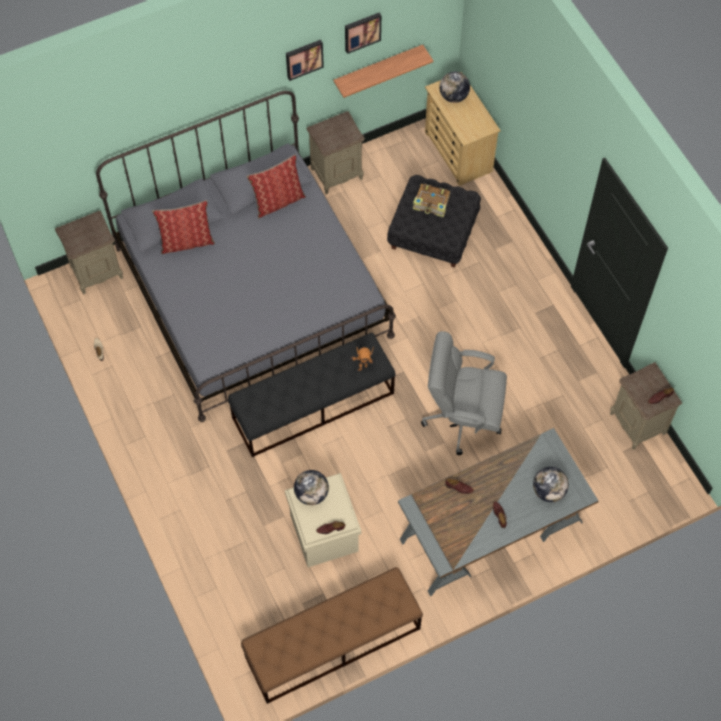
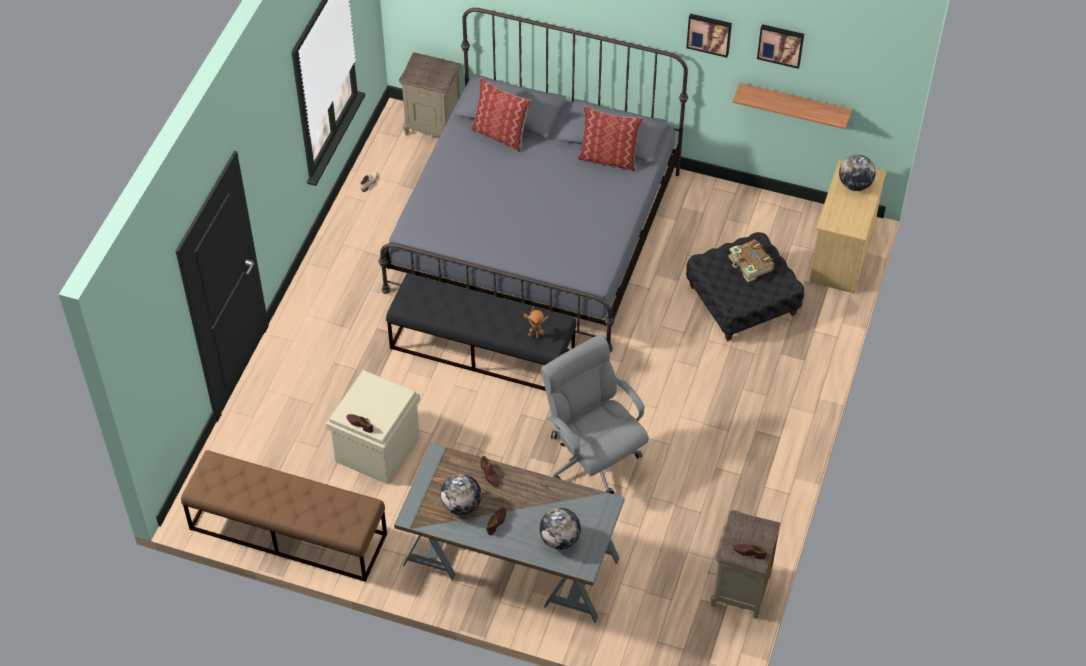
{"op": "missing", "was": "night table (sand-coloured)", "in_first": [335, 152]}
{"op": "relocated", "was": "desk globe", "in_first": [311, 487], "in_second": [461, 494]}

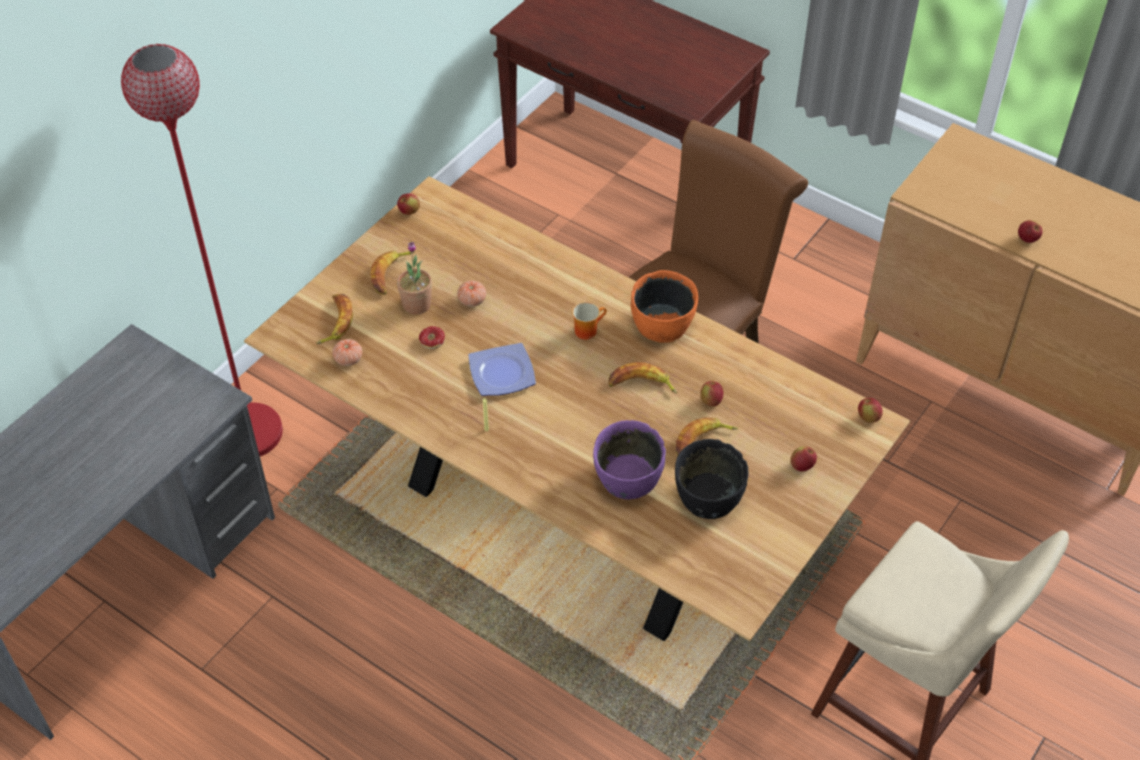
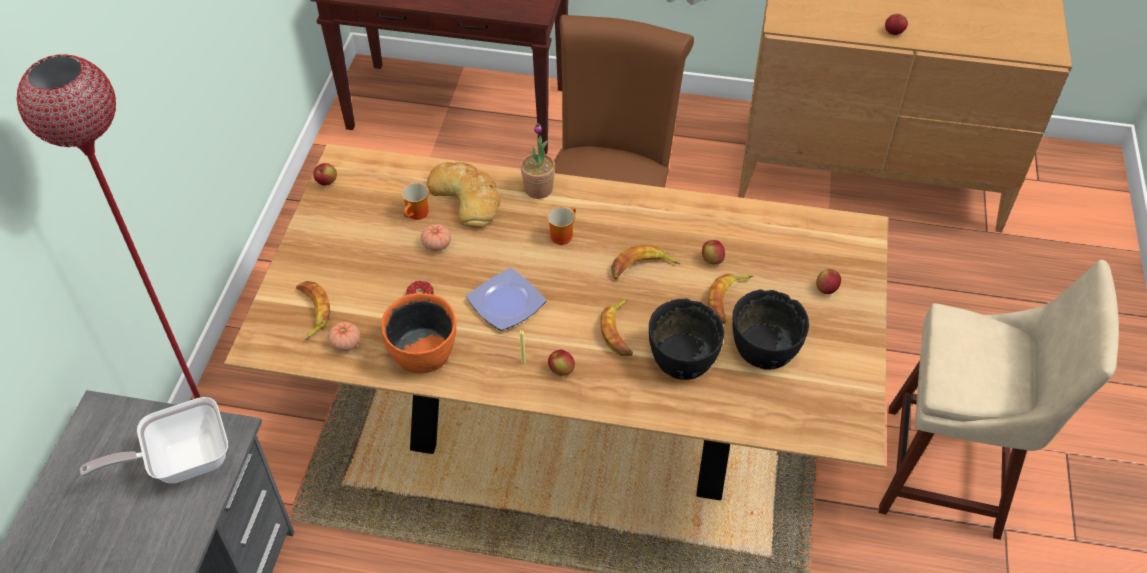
{"op": "relocated", "was": "plant in a pot", "in_first": [414, 278], "in_second": [537, 161]}
{"op": "relocated", "was": "whole banana", "in_first": [392, 273], "in_second": [617, 327]}
{"op": "relocated", "was": "serving bowl (orangey)", "in_first": [664, 306], "in_second": [418, 333]}
{"op": "relocated", "was": "apple fruit", "in_first": [870, 410], "in_second": [561, 363]}
{"op": "colour", "was": "serving bowl (purple-coloured)", "now": "serving bowl (black-coloured)", "in_first": [629, 459], "in_second": [686, 339]}
{"op": "appeared", "now": "bakery bread", "in_second": [464, 195]}
{"op": "appeared", "now": "mug", "in_second": [415, 201]}
{"op": "appeared", "now": "frying pan", "in_second": [154, 440]}

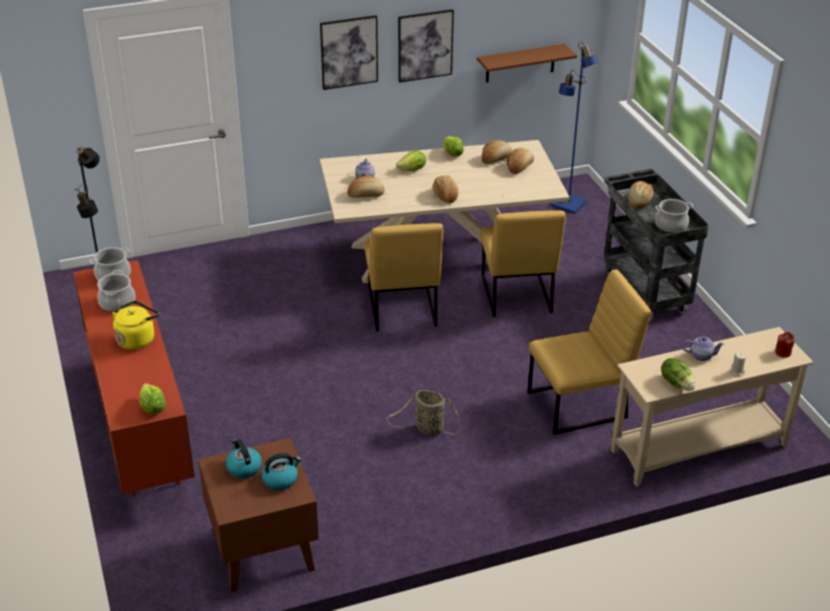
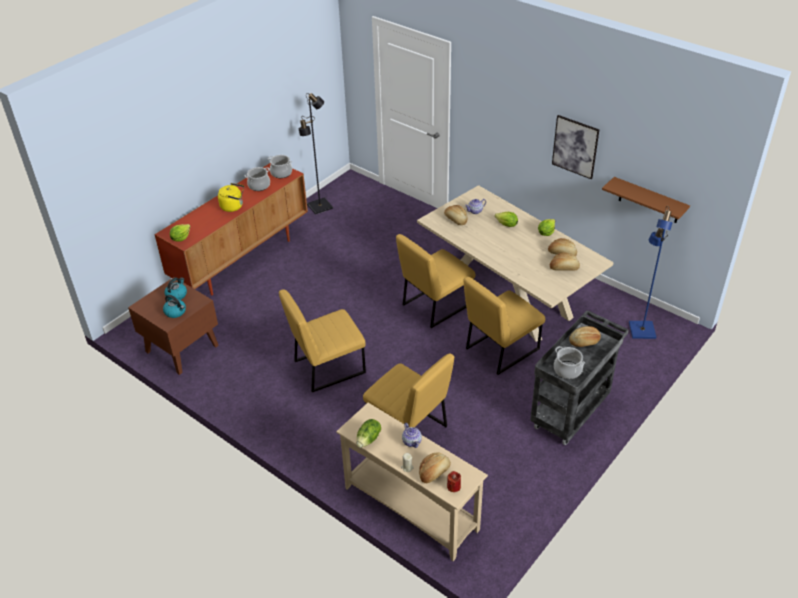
{"op": "missing", "was": "wall art", "in_first": [349, 52]}
{"op": "relocated", "was": "bakery bread", "in_first": [445, 189], "in_second": [435, 467]}
{"op": "exchanged", "was": "household basket", "now": "plain chair (yellow-coloured)", "in_first": [423, 413], "in_second": [322, 340]}

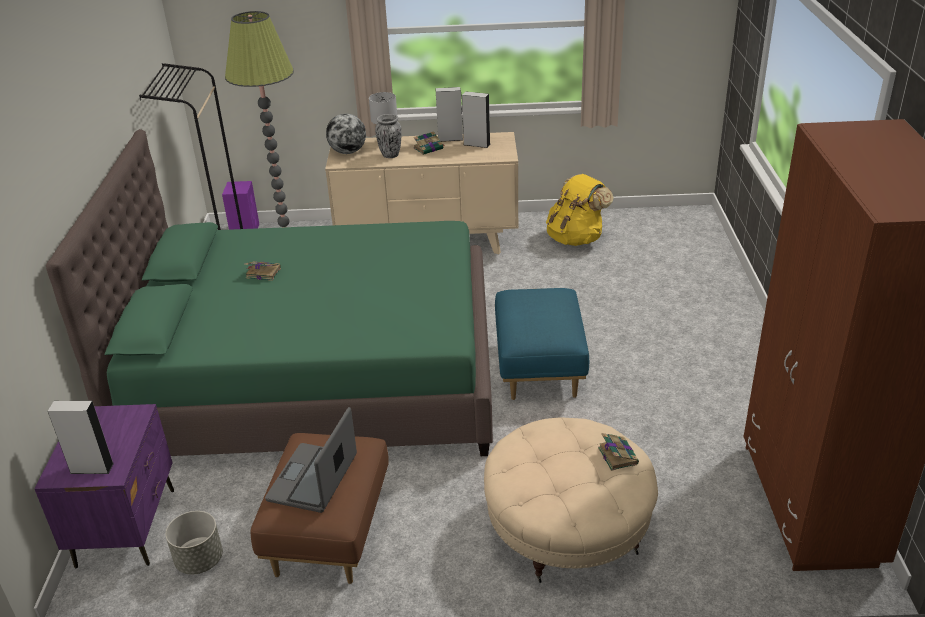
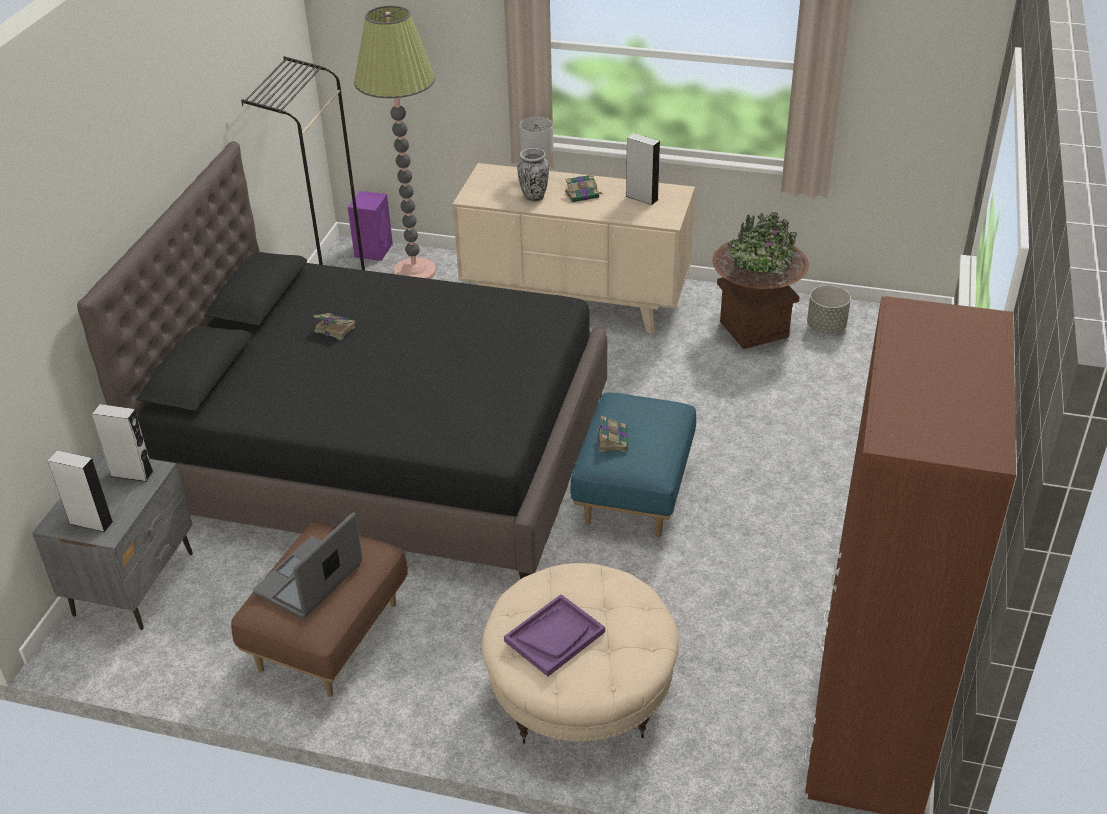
{"op": "relocated", "was": "speaker (grey)", "in_first": [449, 114], "in_second": [123, 443]}
{"op": "missing", "was": "desk globe", "in_first": [346, 133]}
{"op": "colour", "was": "bed (greenish)", "now": "bed (black-coloured)", "in_first": [269, 292], "in_second": [342, 360]}
{"op": "exchanged", "was": "knapsack (yellow-coloured)", "now": "flower pot (brown)", "in_first": [580, 210], "in_second": [760, 280]}
{"op": "colour", "was": "night table (purple-coloured)", "now": "night table (grey)", "in_first": [104, 486], "in_second": [112, 540]}
{"op": "relocated", "was": "bound book", "in_first": [618, 452], "in_second": [612, 434]}
{"op": "relocated", "was": "flower pot (grey)", "in_first": [194, 543], "in_second": [829, 309]}
{"op": "appeared", "now": "carrying tray (purple-coloured)", "in_second": [554, 635]}

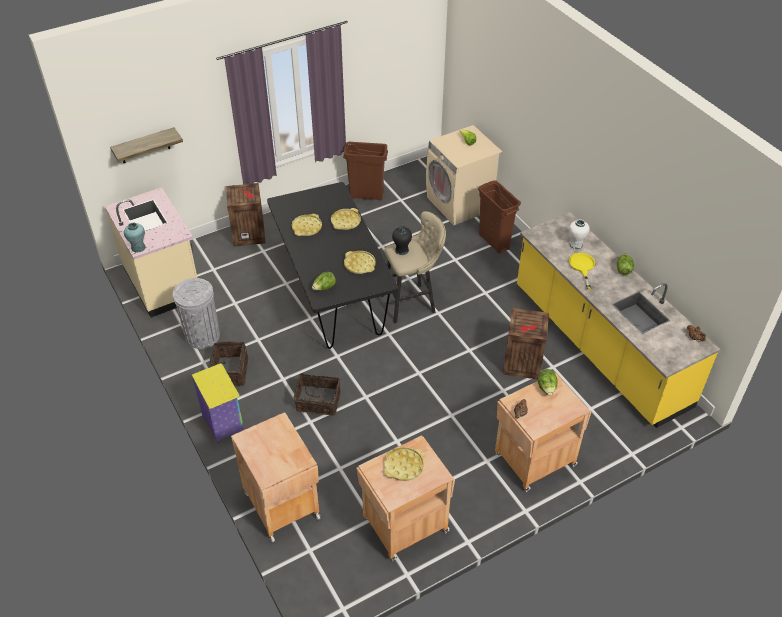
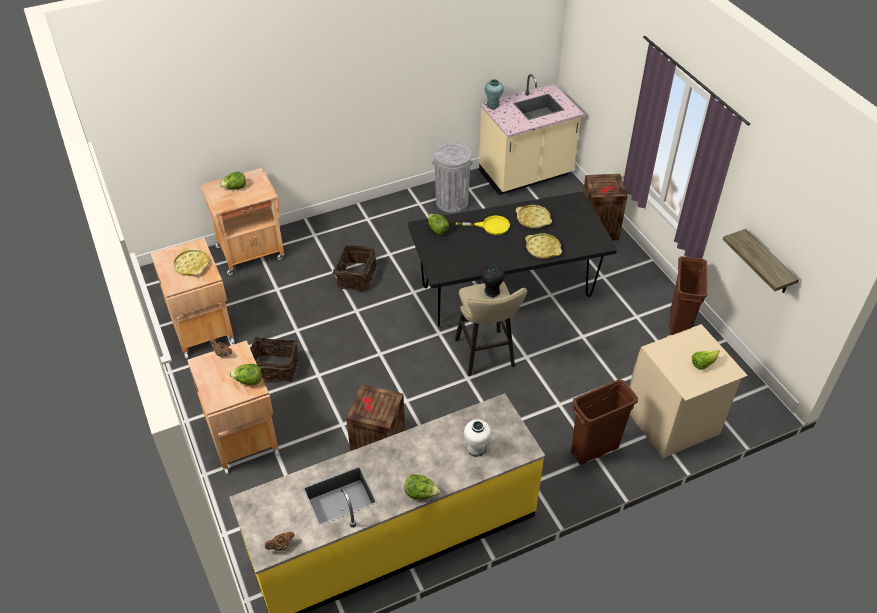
{"op": "relocated", "was": "bracket shelf", "in_first": [146, 145], "in_second": [761, 261]}
{"op": "missing", "was": "carrying tray (yellow-coloured)", "in_first": [360, 262]}
{"op": "relocated", "was": "frying pan (yellow-coloured)", "in_first": [582, 271], "in_second": [483, 225]}
{"op": "relocated", "was": "household basket", "in_first": [225, 364], "in_second": [274, 356]}
{"op": "missing", "was": "night table", "in_first": [217, 404]}
{"op": "appeared", "now": "lettuce head", "in_second": [232, 180]}

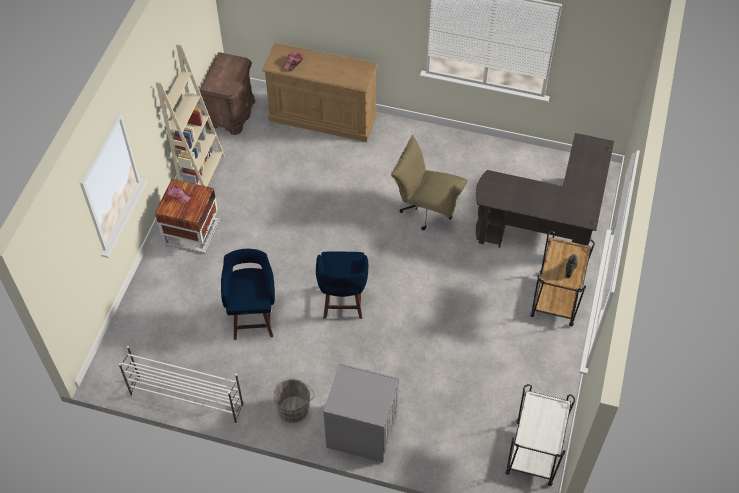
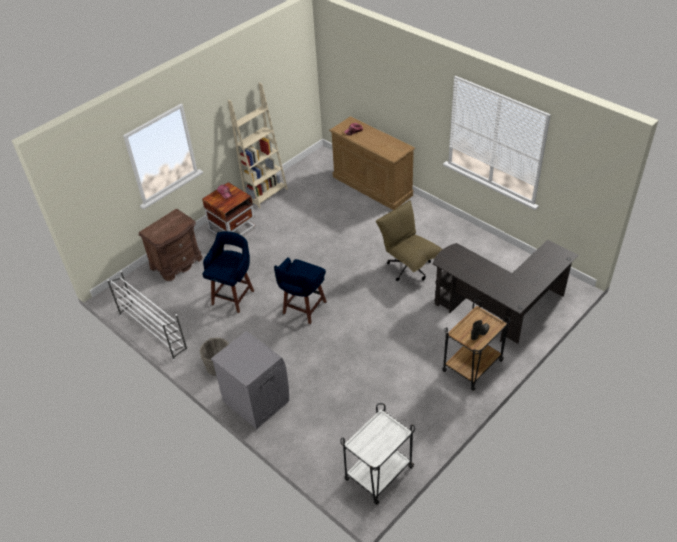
{"op": "relocated", "was": "night table (brown)", "in_first": [227, 93], "in_second": [171, 244]}

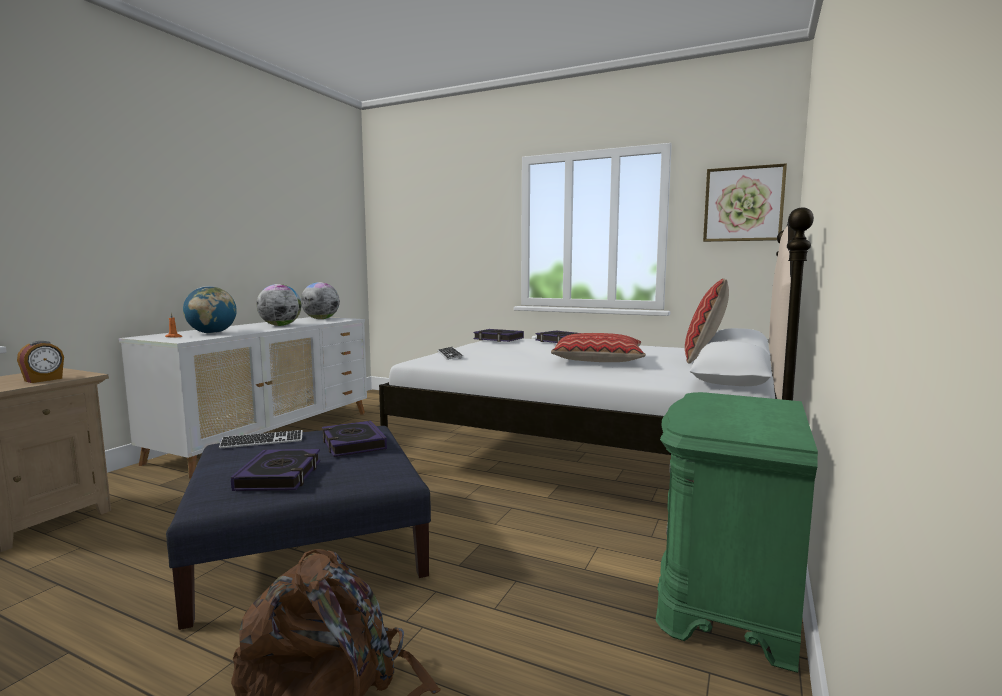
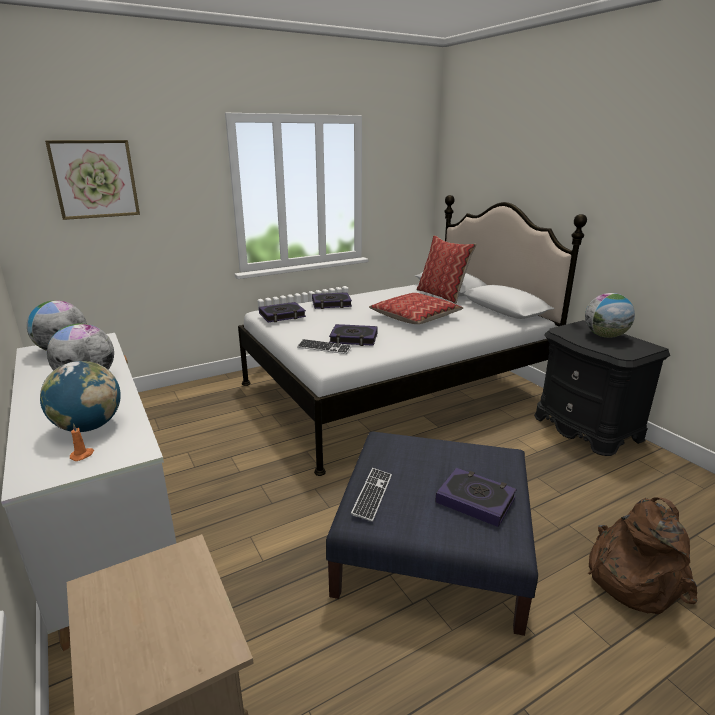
{"op": "relocated", "was": "wall art", "in_first": [745, 202], "in_second": [92, 180]}
{"op": "missing", "was": "table clock", "in_first": [40, 362]}
{"op": "colour", "was": "night table (greenish)", "now": "night table (black-coloured)", "in_first": [737, 532], "in_second": [602, 388]}
{"op": "relocated", "was": "bound book", "in_first": [354, 439], "in_second": [353, 335]}
{"op": "appeared", "now": "desk globe", "in_second": [610, 315]}

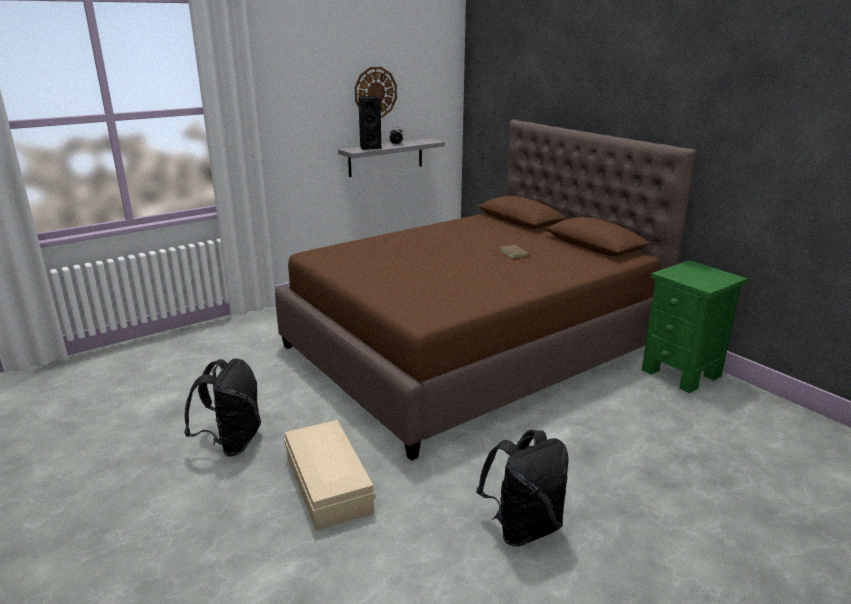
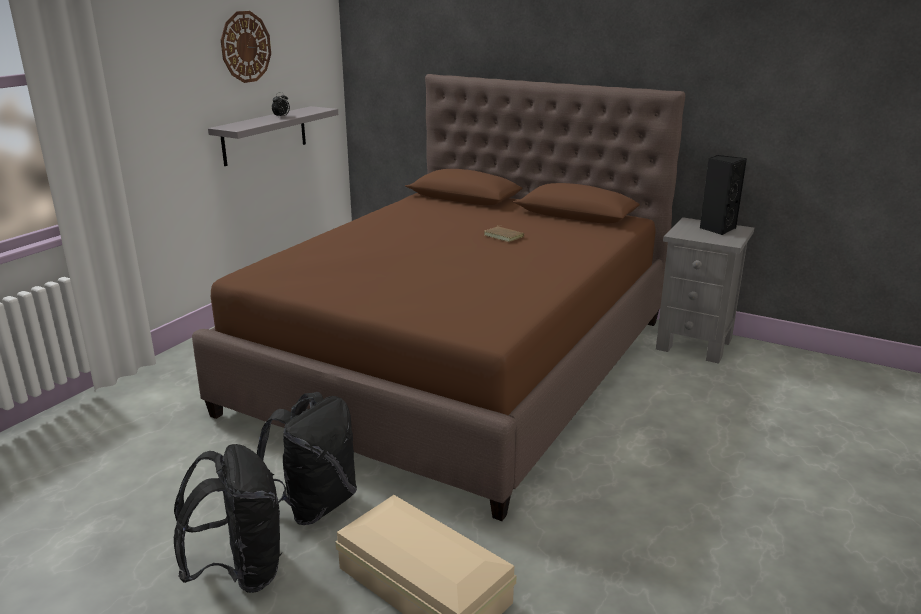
{"op": "relocated", "was": "speaker (black-coloured)", "in_first": [369, 123], "in_second": [723, 195]}
{"op": "colour", "was": "night table (greenish)", "now": "night table (grey)", "in_first": [695, 326], "in_second": [705, 290]}
{"op": "relocated", "was": "knapsack (black-coloured)", "in_first": [522, 488], "in_second": [307, 458]}

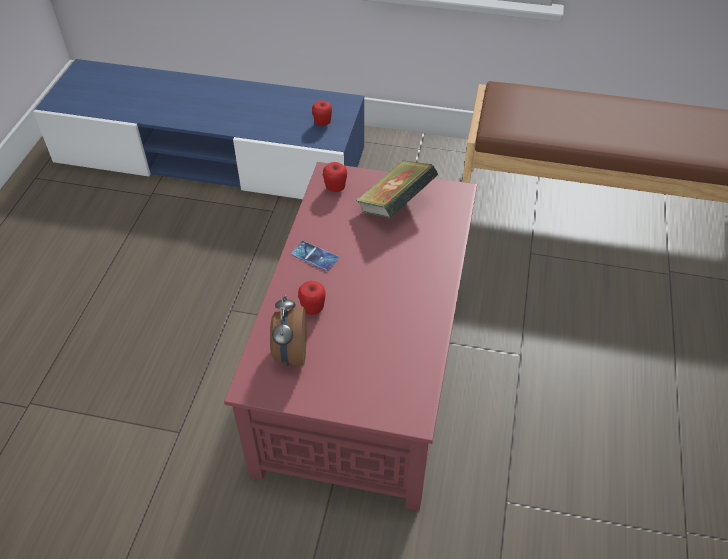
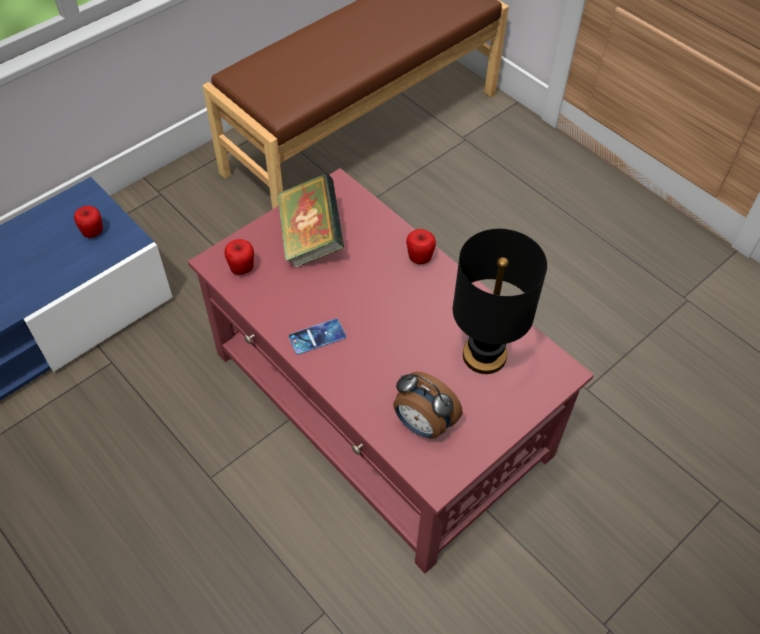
{"op": "relocated", "was": "apple fruit", "in_first": [312, 298], "in_second": [421, 246]}
{"op": "appeared", "now": "table lamp (black-coloured)", "in_second": [500, 301]}

